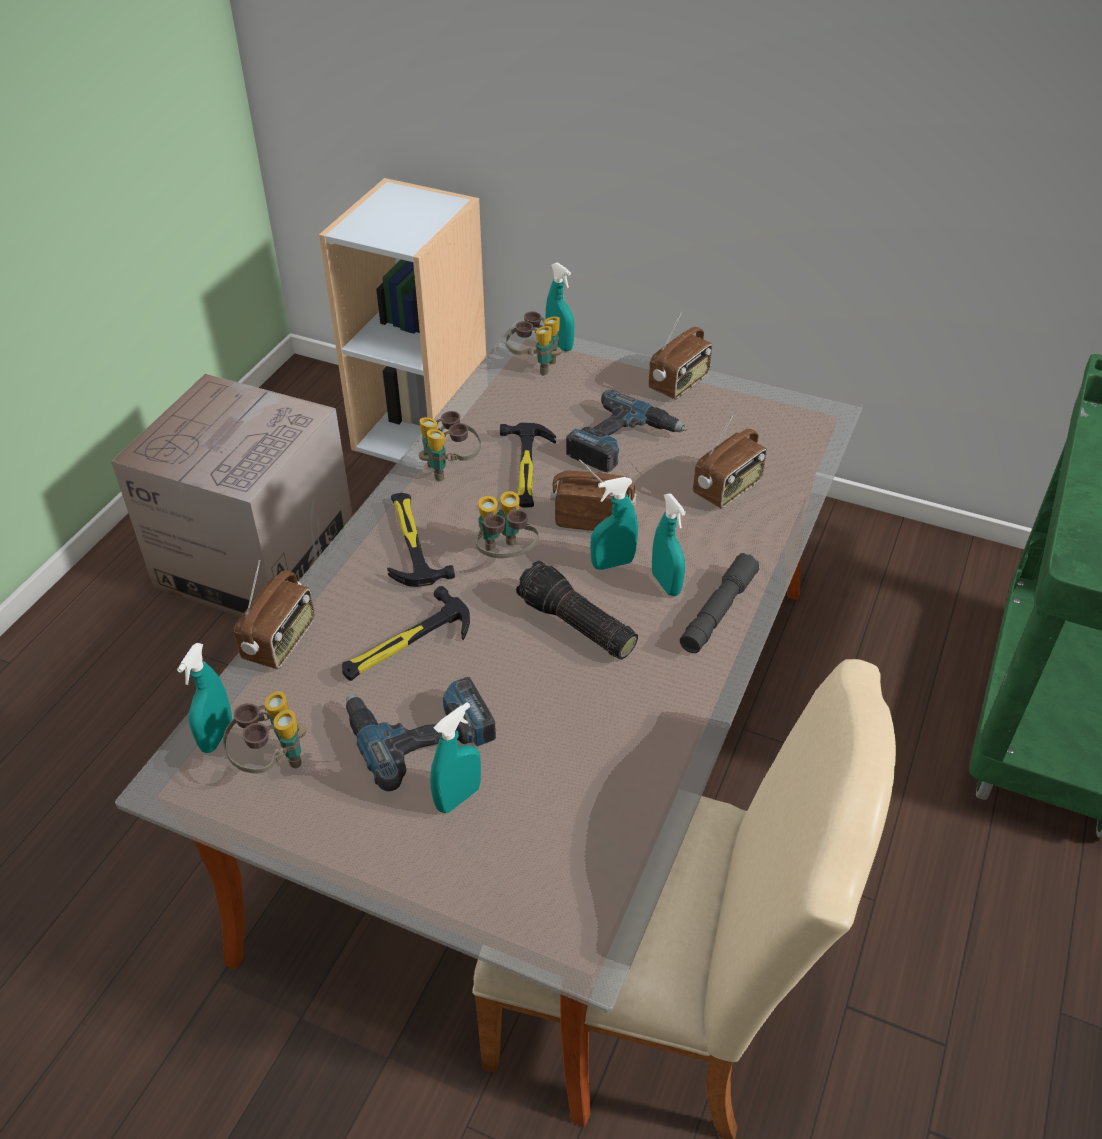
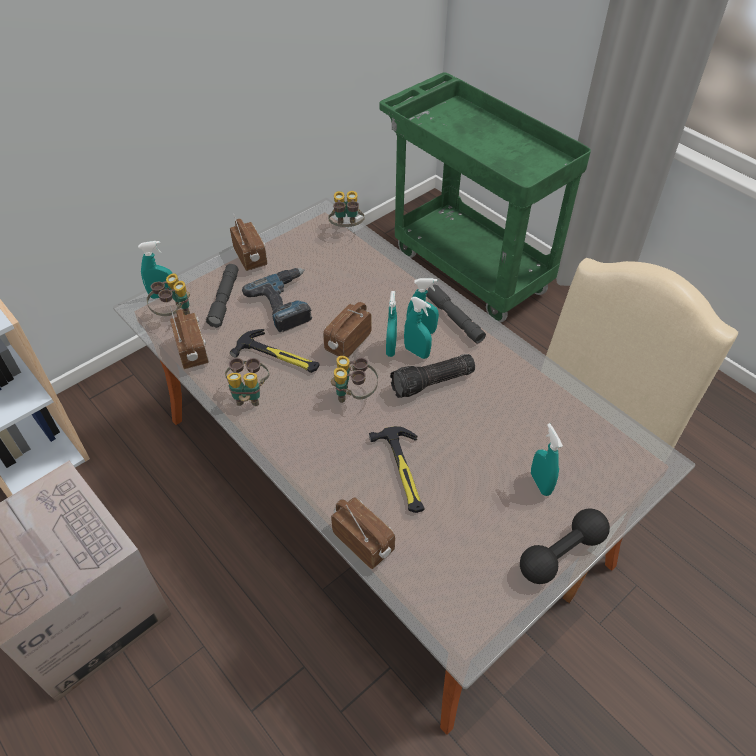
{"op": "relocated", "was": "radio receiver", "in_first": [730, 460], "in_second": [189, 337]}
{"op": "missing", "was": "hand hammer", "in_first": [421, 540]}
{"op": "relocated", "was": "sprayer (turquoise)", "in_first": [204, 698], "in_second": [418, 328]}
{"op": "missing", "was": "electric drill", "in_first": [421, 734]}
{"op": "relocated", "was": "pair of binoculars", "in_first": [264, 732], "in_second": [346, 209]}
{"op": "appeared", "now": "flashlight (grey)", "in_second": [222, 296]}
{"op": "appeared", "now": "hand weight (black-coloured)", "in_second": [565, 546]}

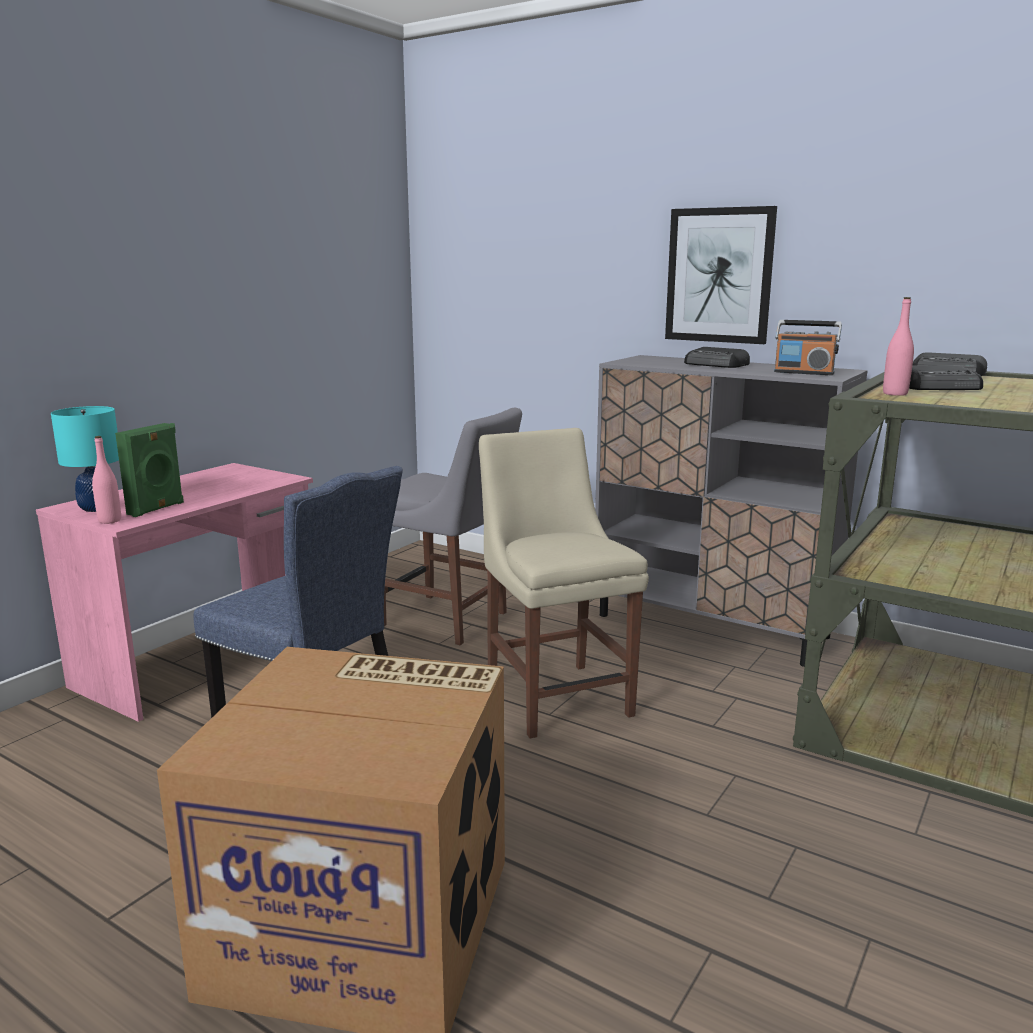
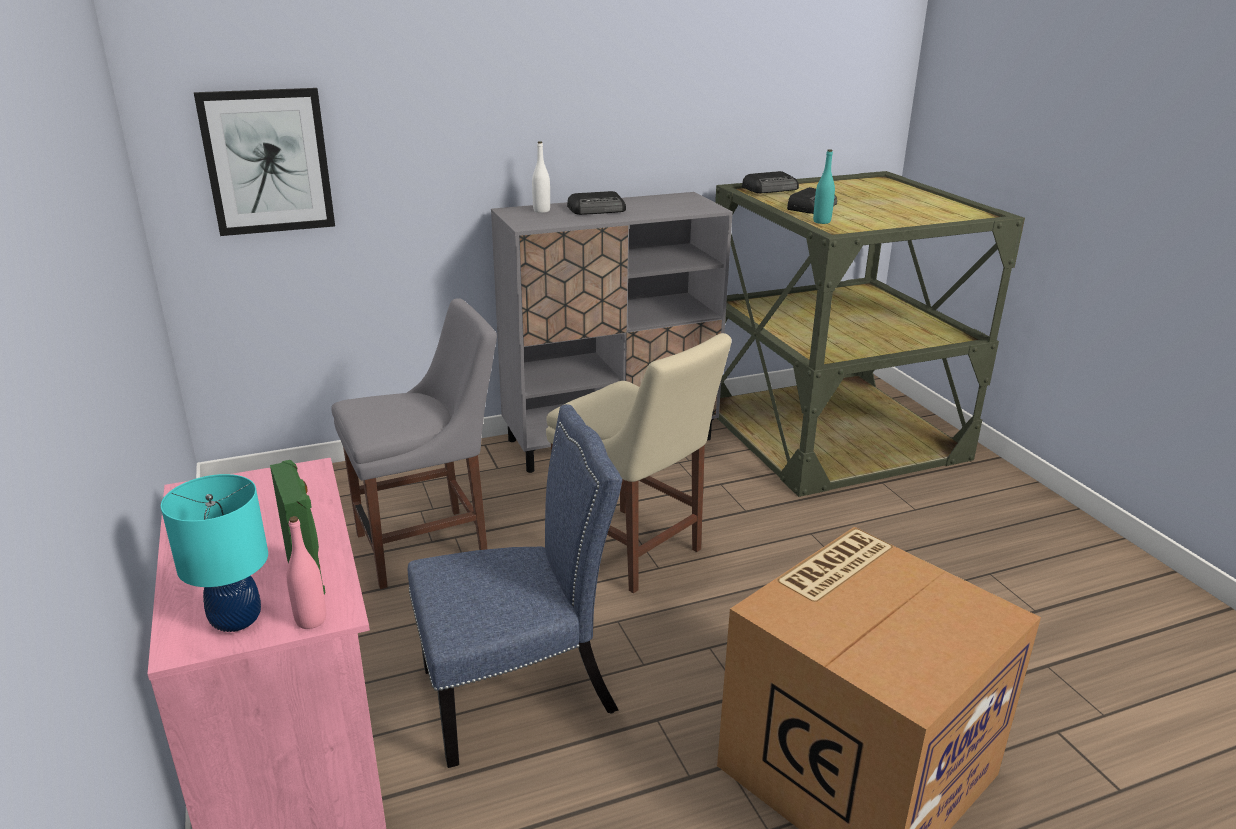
{"op": "relocated", "was": "wall art", "in_first": [721, 275], "in_second": [264, 162]}
{"op": "colour", "was": "beverage bottle (pink)", "now": "beverage bottle (turquoise)", "in_first": [898, 346], "in_second": [824, 186]}
{"op": "missing", "was": "radio receiver", "in_first": [808, 347]}
{"op": "spun", "was": "plain chair (sand-coloured)", "in_first": [564, 583], "in_second": [639, 463], "clockwise": -150}
{"op": "appeared", "now": "beverage bottle (white)", "in_second": [541, 177]}

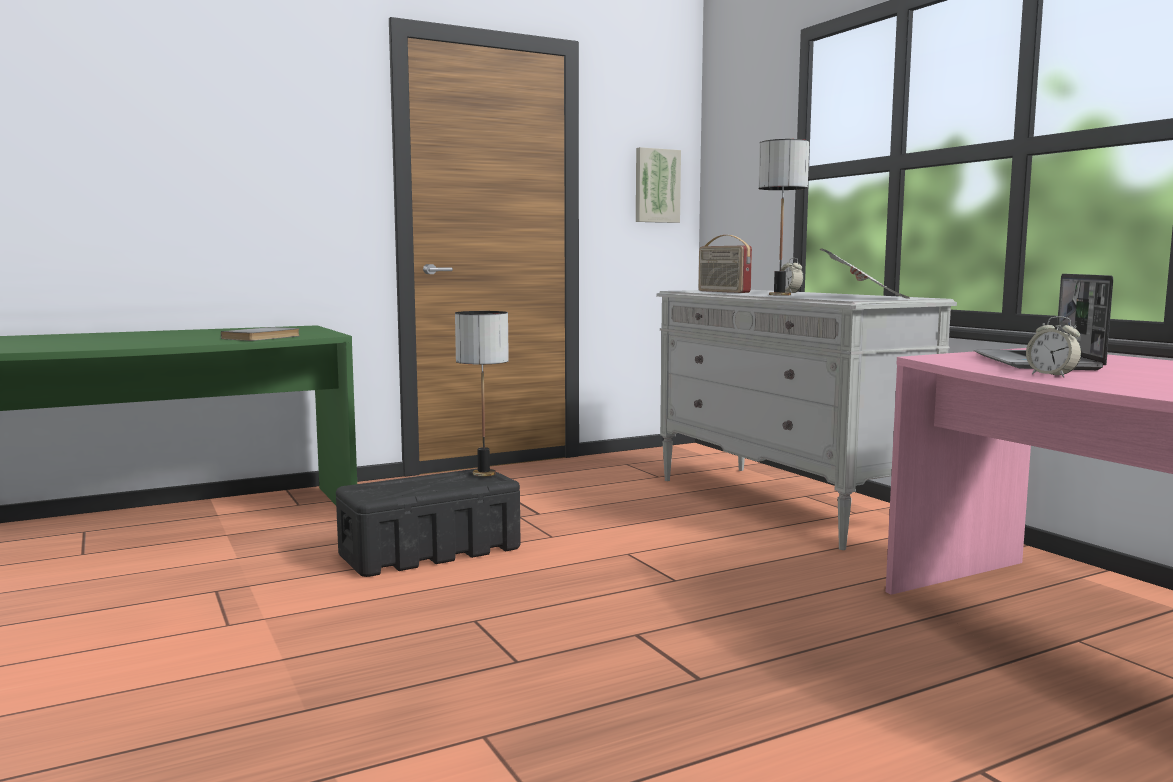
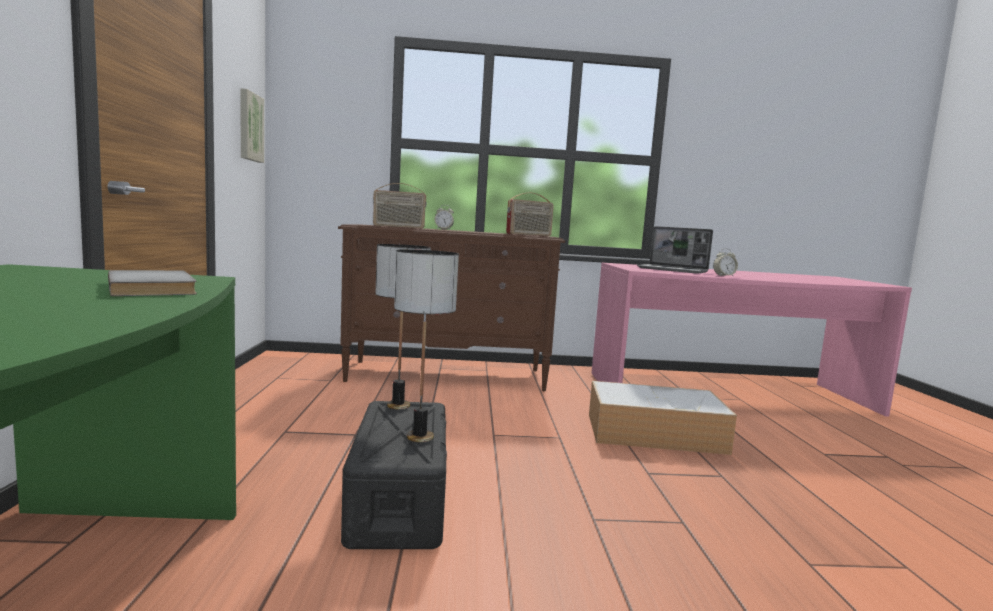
{"op": "relocated", "was": "table lamp", "in_first": [784, 217], "in_second": [426, 345]}
{"op": "exchanged", "was": "printed paper", "now": "radio receiver", "in_first": [865, 273], "in_second": [530, 214]}
{"op": "colour", "was": "dresser (white)", "now": "dresser (brown)", "in_first": [806, 420], "in_second": [451, 307]}
{"op": "appeared", "now": "storage bin", "in_second": [663, 418]}

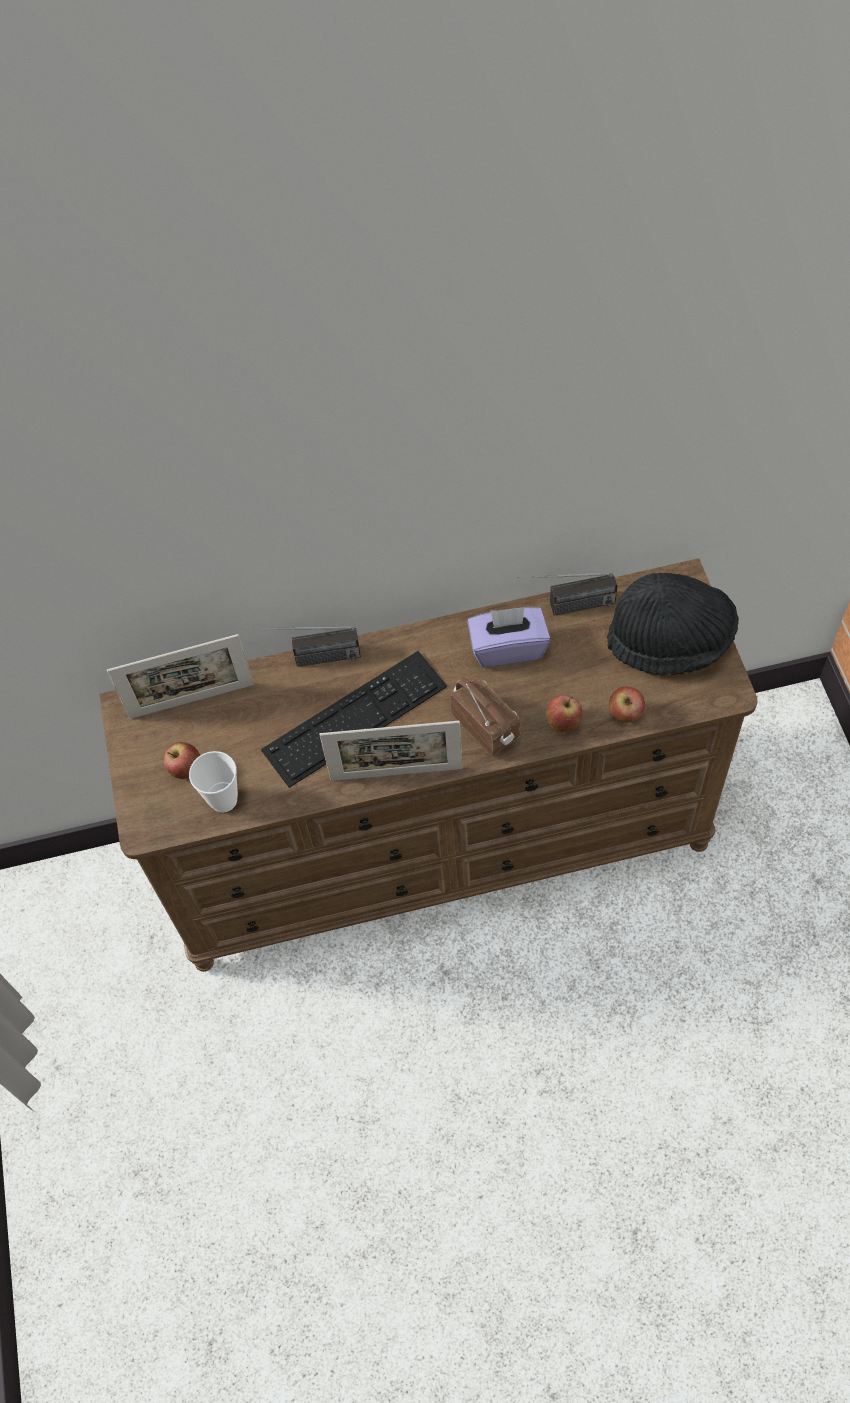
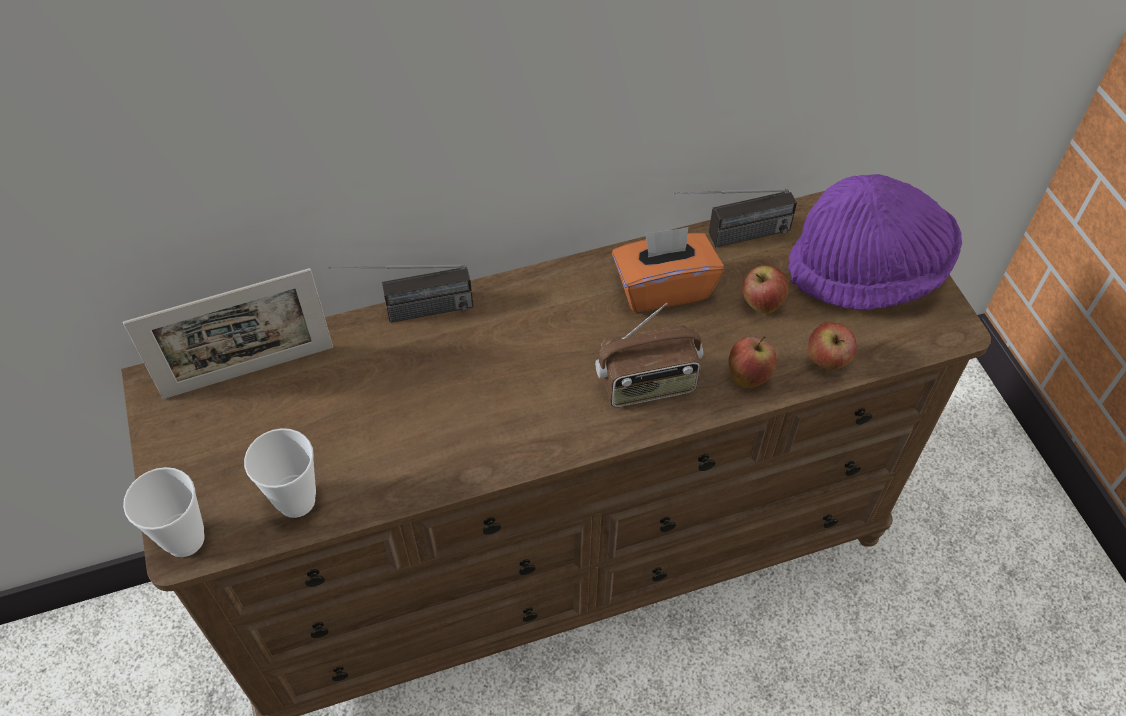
{"op": "colour", "was": "wearable hat (black-coloured)", "now": "wearable hat (purple-coloured)", "in_first": [673, 624], "in_second": [875, 242]}
{"op": "colour", "was": "box of tissues (purple-coloured)", "now": "box of tissues (orangey)", "in_first": [509, 637], "in_second": [668, 269]}
{"op": "missing", "was": "computer keyboard", "in_first": [354, 719]}
{"op": "spun", "was": "radio receiver", "in_first": [485, 716], "in_second": [649, 355], "clockwise": 120}
{"op": "missing", "was": "standing frame", "in_first": [391, 751]}
{"op": "relocated", "was": "apple fruit", "in_first": [182, 760], "in_second": [765, 289]}
{"op": "appeared", "now": "drinking cup", "in_second": [163, 512]}

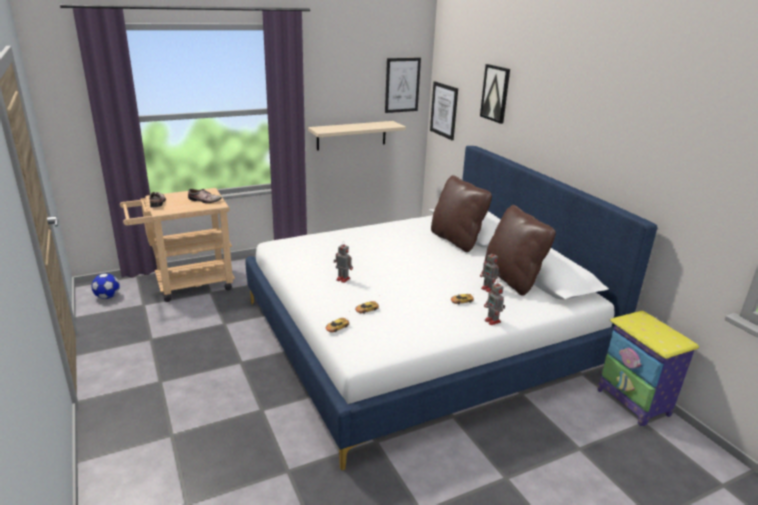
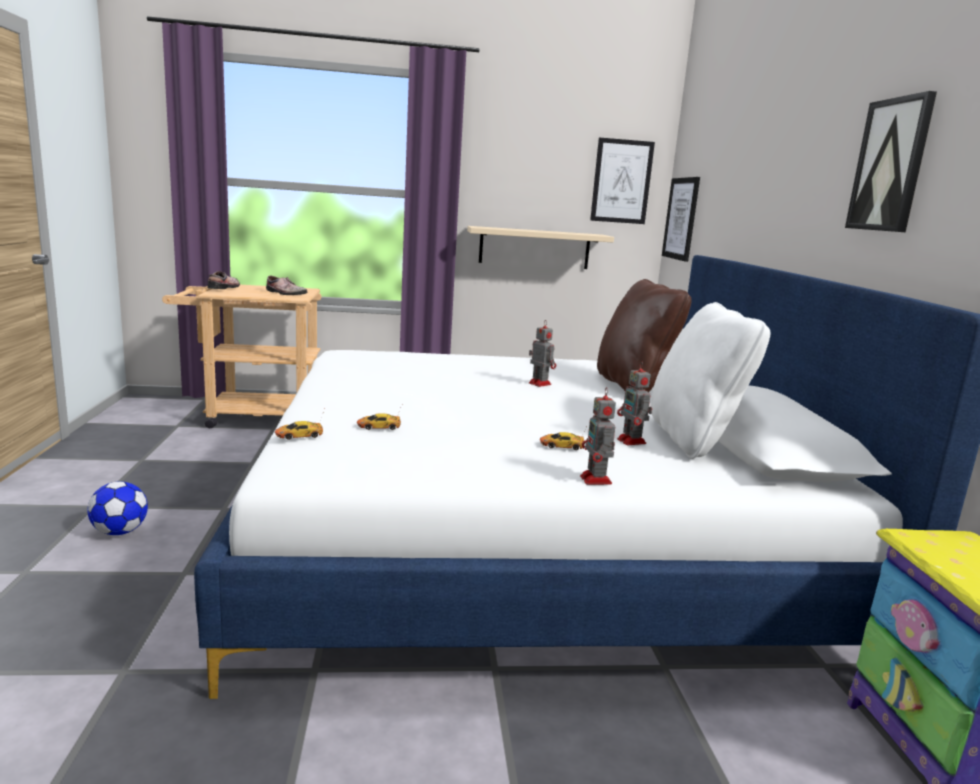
{"op": "relocated", "was": "wall art", "in_first": [495, 94], "in_second": [891, 161]}
{"op": "colour", "was": "cushion (brown)", "now": "cushion (white)", "in_first": [520, 250], "in_second": [710, 380]}
{"op": "relocated", "was": "model robot", "in_first": [343, 262], "in_second": [542, 354]}
{"op": "relocated", "was": "ball for football", "in_first": [105, 286], "in_second": [117, 508]}

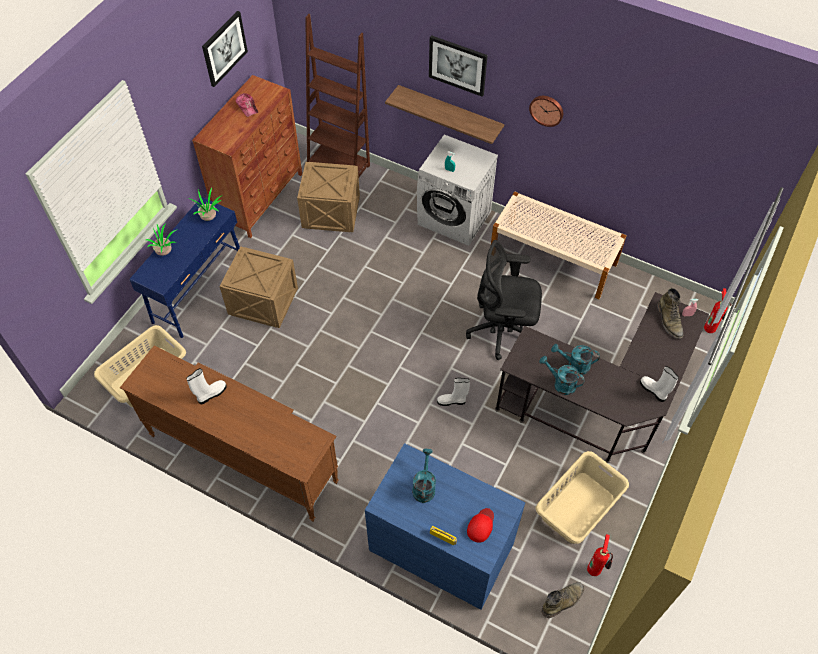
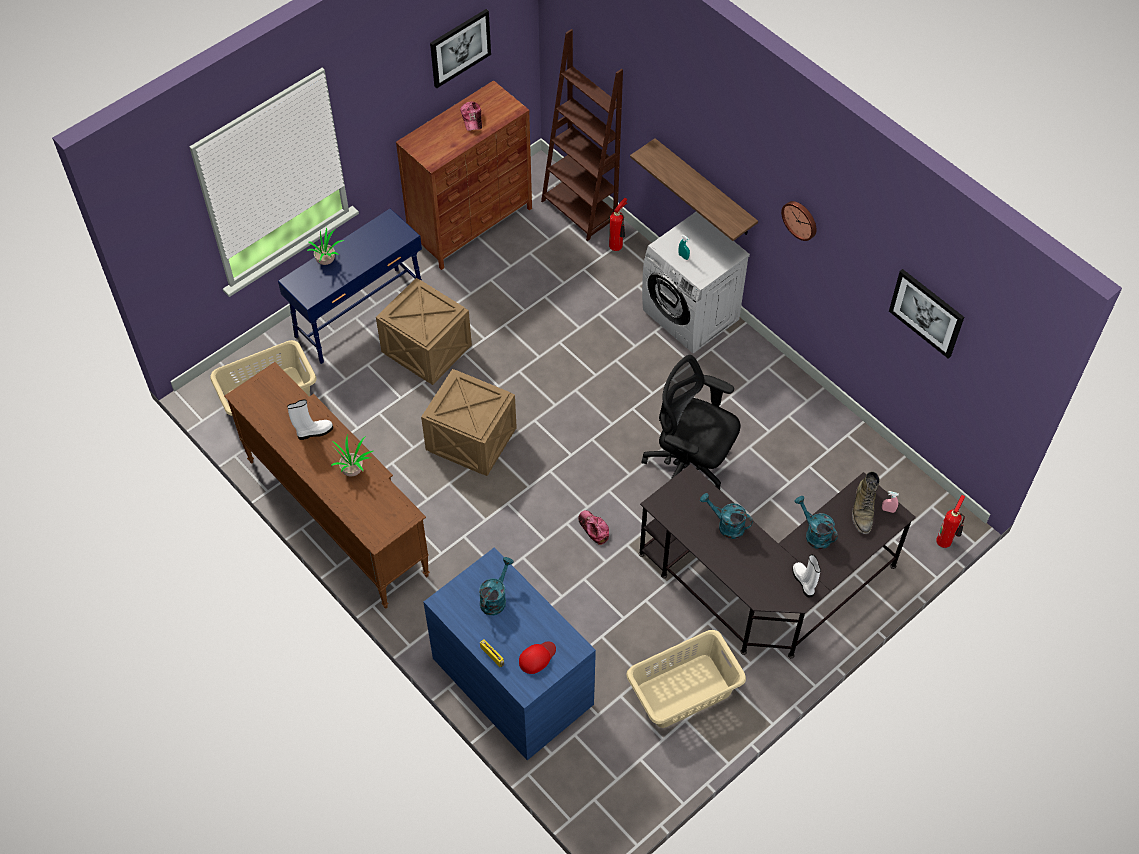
{"op": "relocated", "was": "wall art", "in_first": [458, 66], "in_second": [926, 314]}
{"op": "relocated", "was": "crate", "in_first": [328, 197], "in_second": [469, 422]}
{"op": "relocated", "was": "plant in a pot", "in_first": [205, 204], "in_second": [352, 455]}
{"op": "missing", "was": "long seat (sand-coloured)", "in_first": [559, 245]}
{"op": "relocated", "was": "watering can (turquoise)", "in_first": [562, 375], "in_second": [816, 522]}
{"op": "exchanged", "was": "tall boot (white)", "now": "baseball cap", "in_first": [453, 392], "in_second": [593, 527]}
{"op": "relocated", "was": "extinguisher", "in_first": [600, 555], "in_second": [618, 224]}
{"op": "missing", "was": "tall boot (greenish)", "in_first": [562, 600]}

